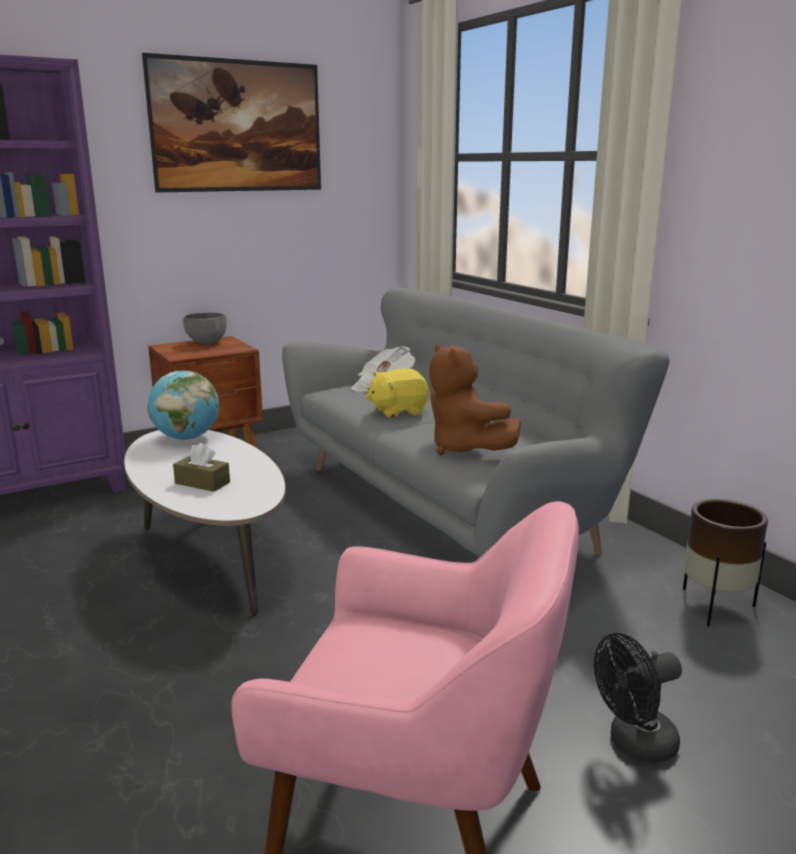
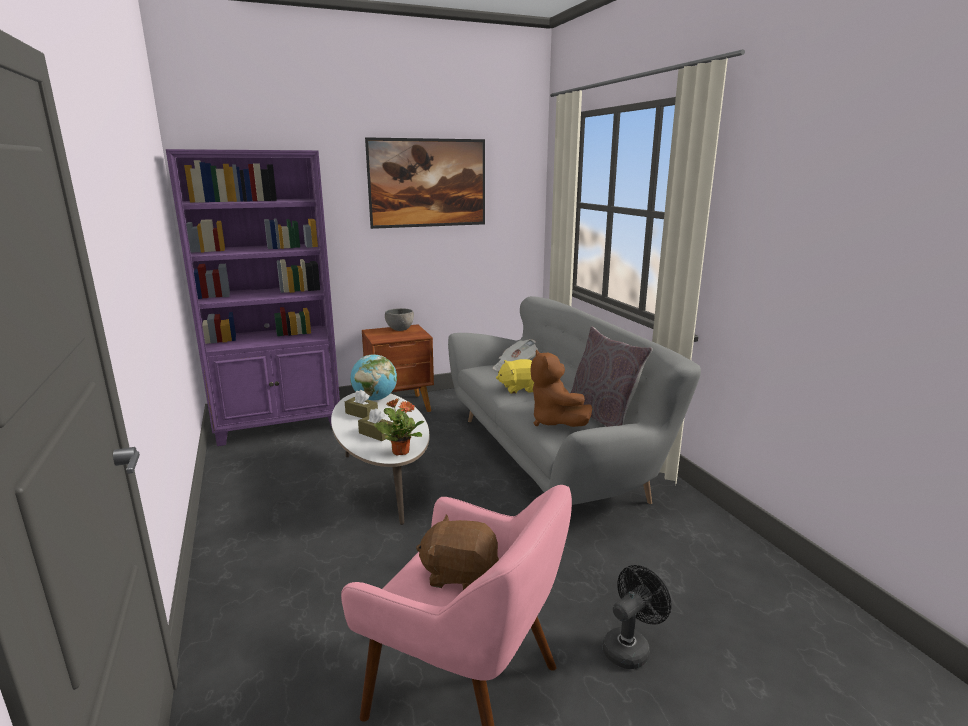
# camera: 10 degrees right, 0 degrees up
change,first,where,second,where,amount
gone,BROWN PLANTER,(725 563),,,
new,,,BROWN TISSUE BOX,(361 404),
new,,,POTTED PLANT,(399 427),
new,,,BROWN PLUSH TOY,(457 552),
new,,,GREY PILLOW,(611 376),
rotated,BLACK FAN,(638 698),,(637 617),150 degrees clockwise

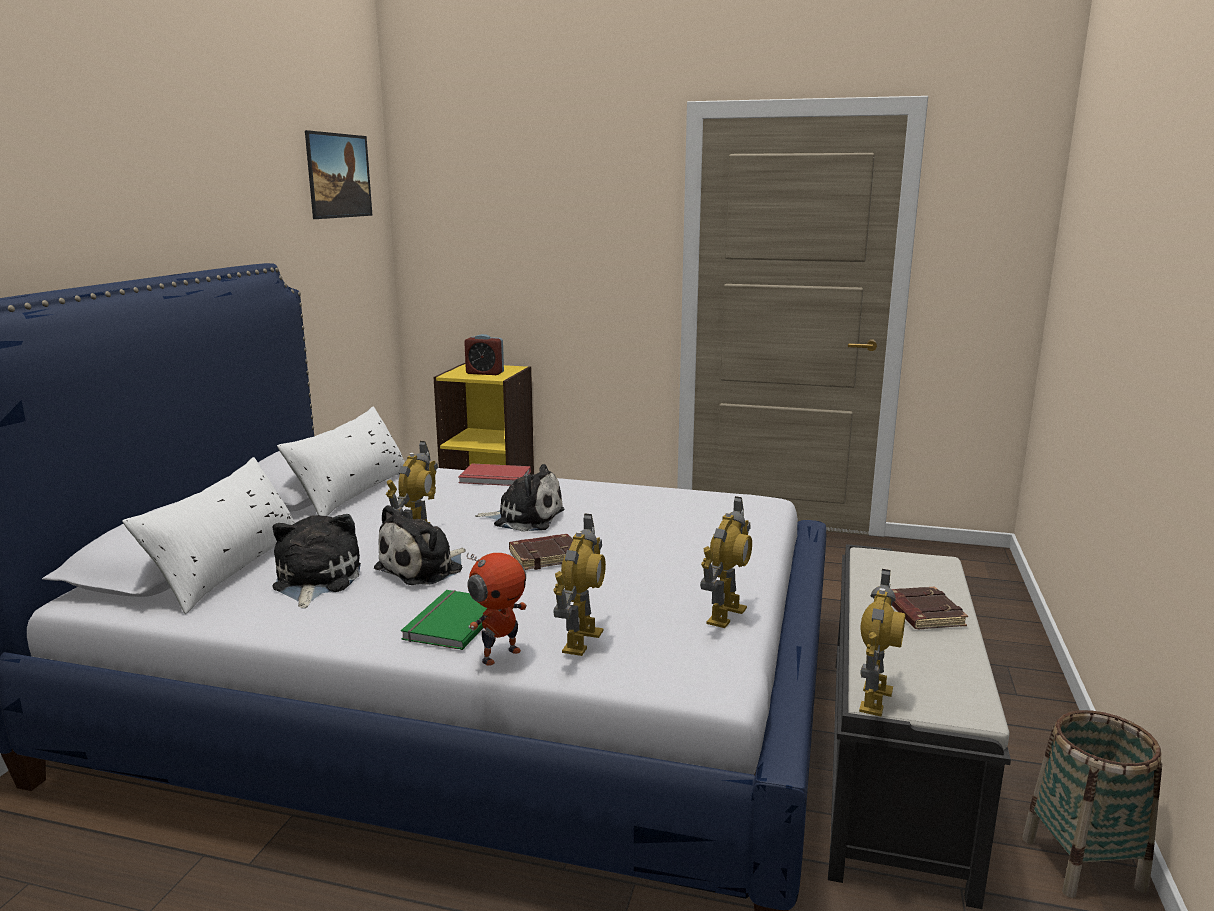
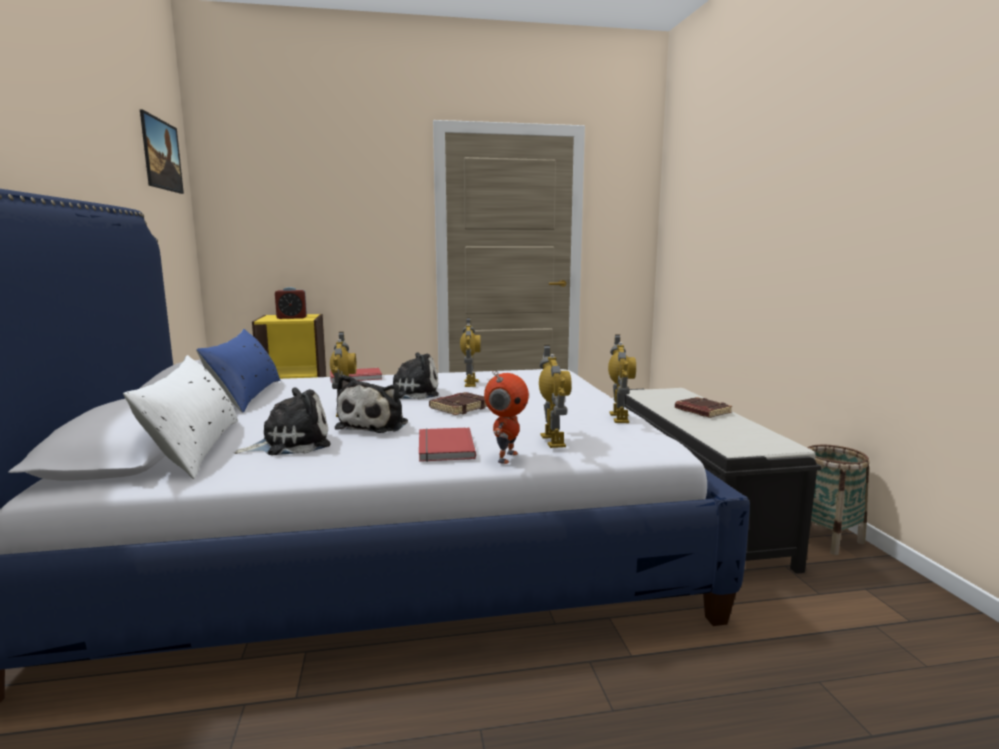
# camera: 25 degrees left, 5 degrees down
change,first,where,second,where,amount
shifted,TOY ROBOT,(882 643),,(470 352),
repainted,WHITE PILLOW,(341 461),BLUE PILLOW,(238 371),
repainted,GREEN BOOK,(444 620),RED BOOK,(447 444),
rotated,PLUSH TOY,(316 561),,(282 421),90 degrees clockwise

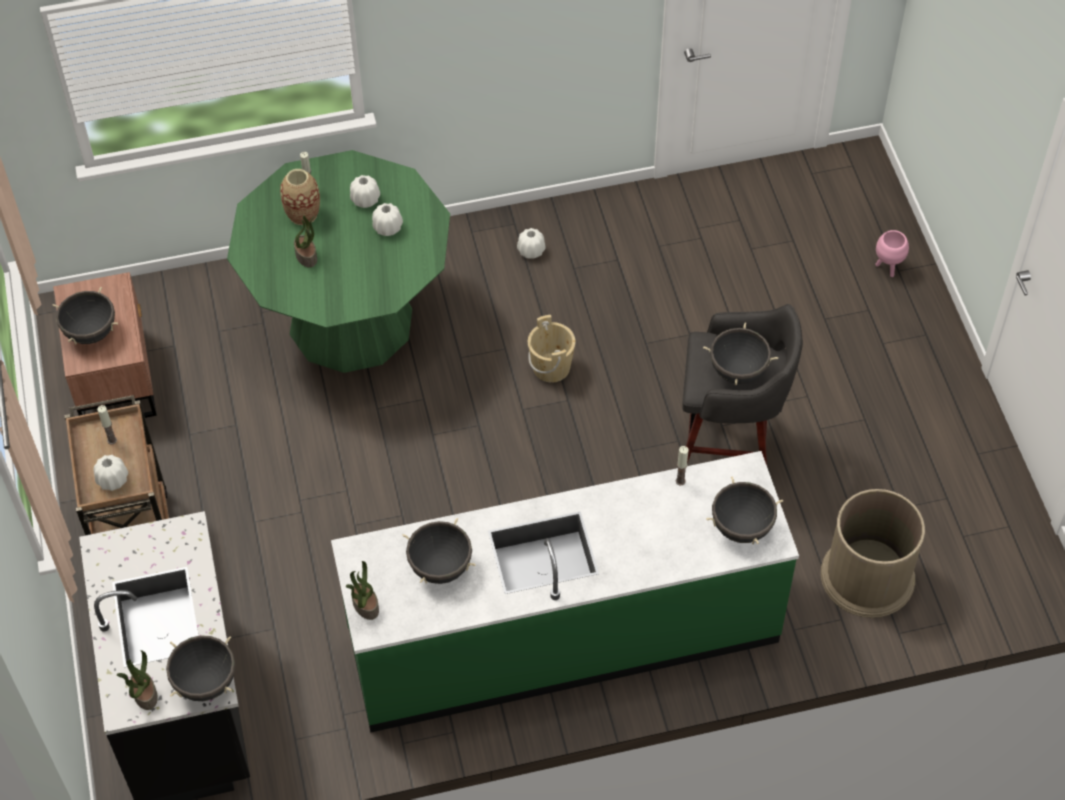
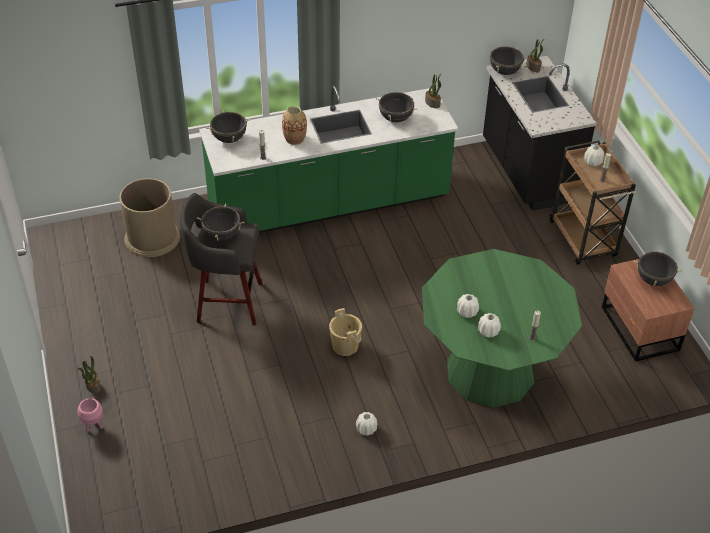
# camera: 175 degrees right, 10 degrees down
change,first,where,second,where,amount
shifted,VASE,(300 197),,(294 125),
shifted,POTTED PLANT,(305 241),,(89 375),

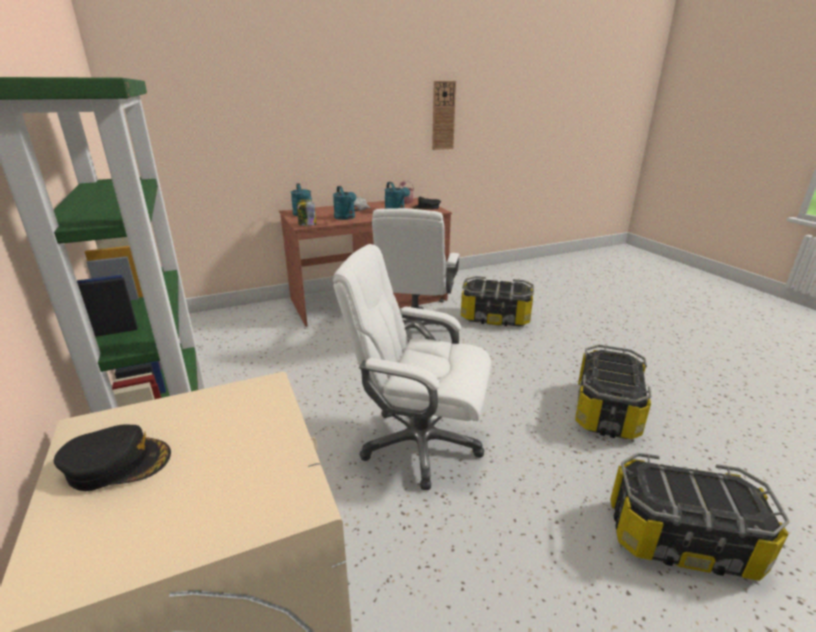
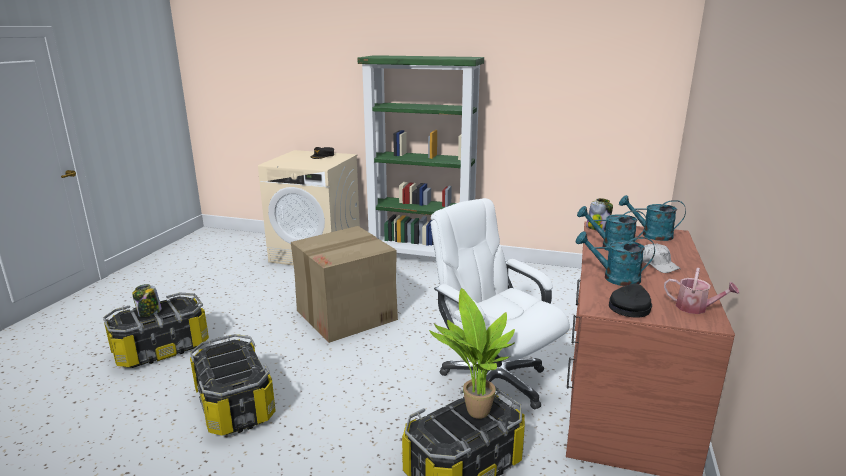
# camera: 130 degrees right, 5 degrees down
change,first,where,second,where,amount
gone,WALL CLOCK,(444 115),,,
new,,,JAR,(147 300),
new,,,POTTED PLANT,(472 353),
swapped,WHITE OFFICE CHAIR,(412 367),CARDBOARD BOX,(344 284),

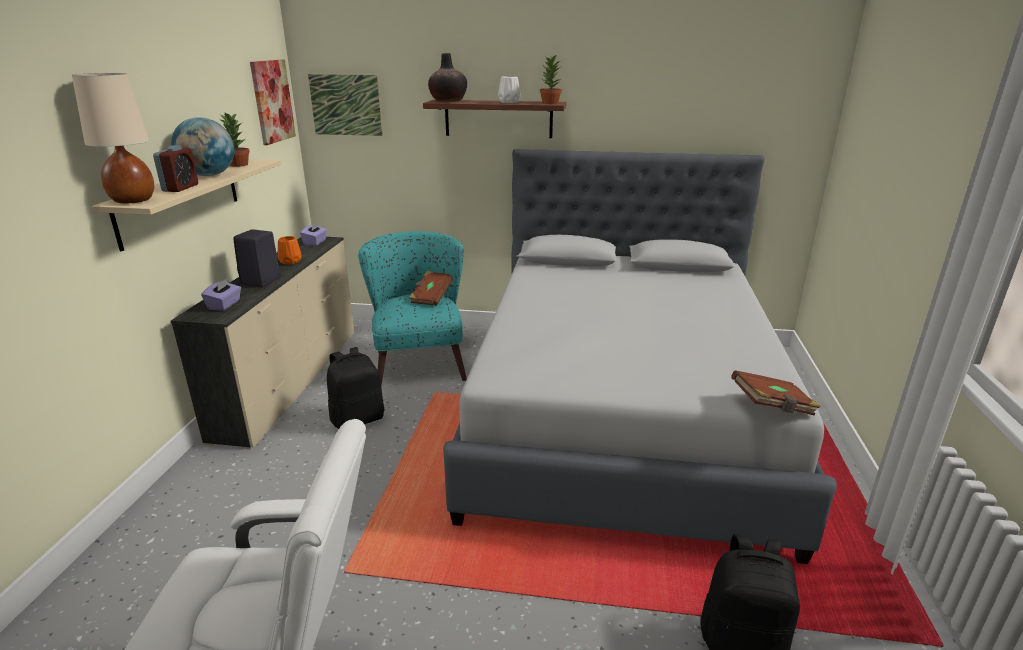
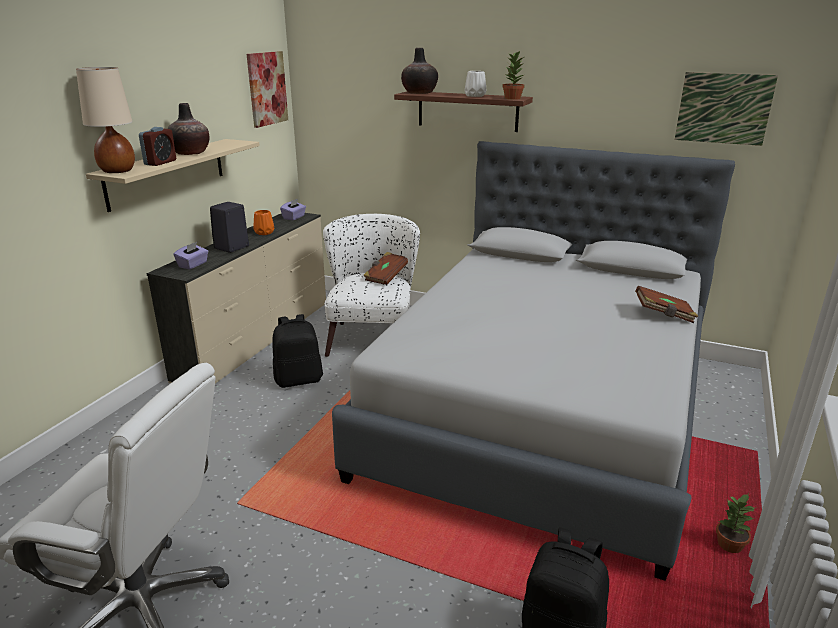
# camera: 15 degrees right, 0 degrees up
change,first,where,second,where,amount
shifted,POTTED PLANT,(235 140),,(735 523),
shifted,PICTURE,(345 105),,(726 109),
shifted,BROWN BOOK,(776 393),,(666 304),
swapped,GLOBE,(202 146),VASE,(188 129),
repainted,TURQUOISE ARMCHAIR,(412 308),WHITE ARMCHAIR,(371 285),

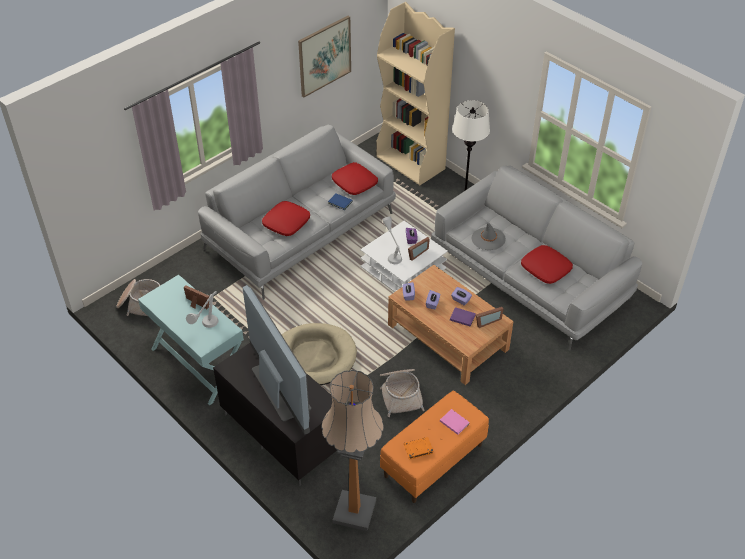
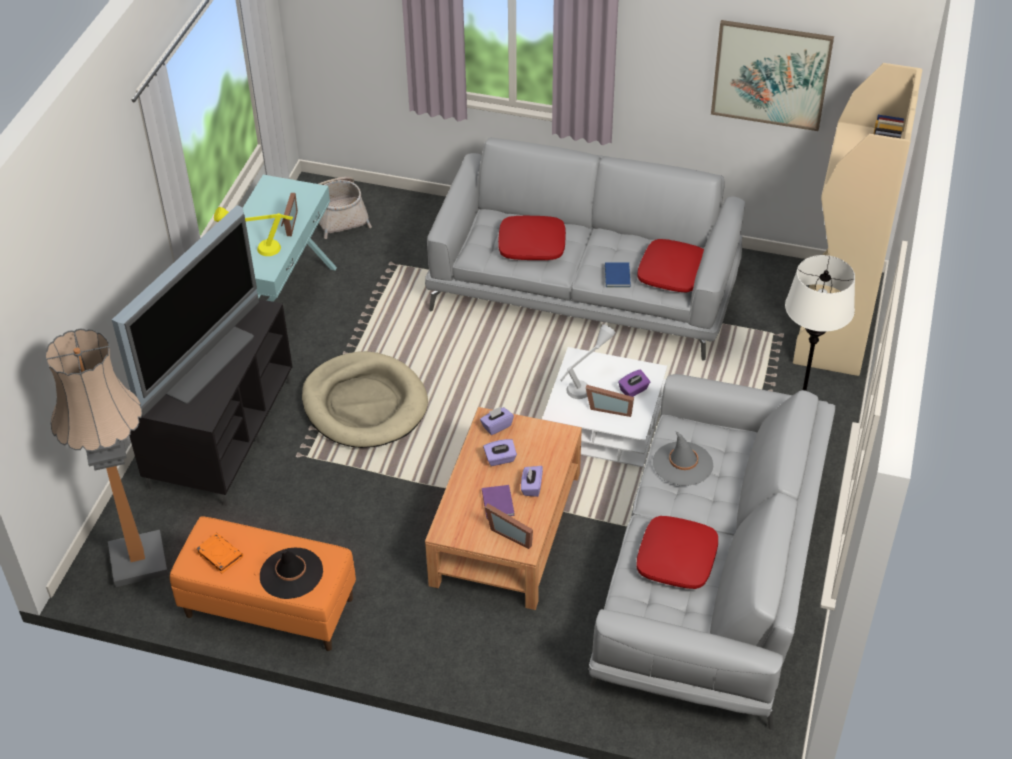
# camera: 60 degrees right, 0 degrees up
change,first,where,second,where,amount
gone,BASKET,(402 393),,,
swapped,PINK BOOK,(455 422),BLACK HAT,(291 573),
repainted,GREY TABLE LAMP,(202 309),YELLOW TABLE LAMP,(253 231),

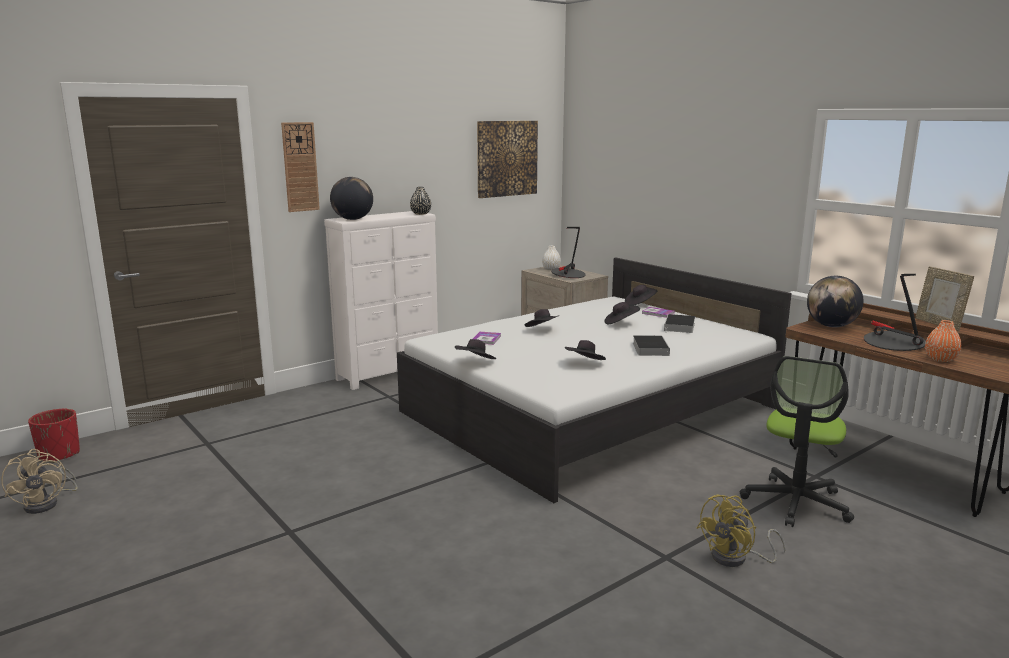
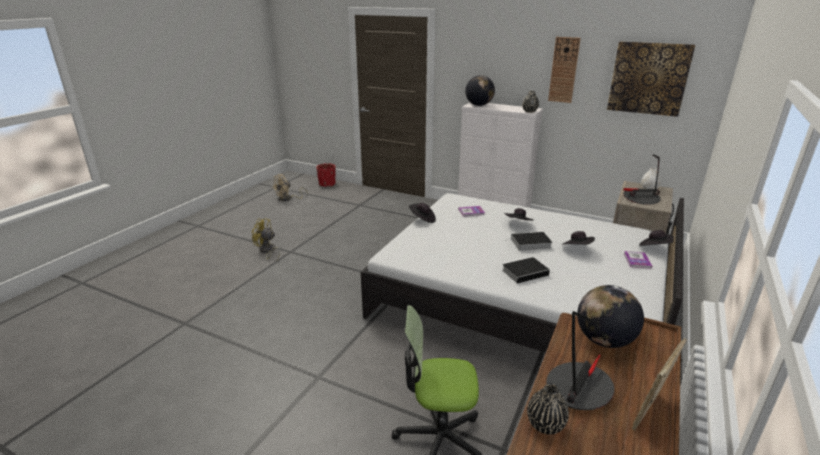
# camera: 65 degrees right, 10 degrees up
change,first,where,second,where,amount
gone,BLACK HAT,(585 350),,,
shifted,WALL CLOCK,(300 167),,(564 70),
shifted,BOOK,(679 323),,(529 241),
shifted,YELLOW FAN,(741 530),,(265 240),
repainted,ORANGE VASE,(943 341),BLACK VASE,(548 409),

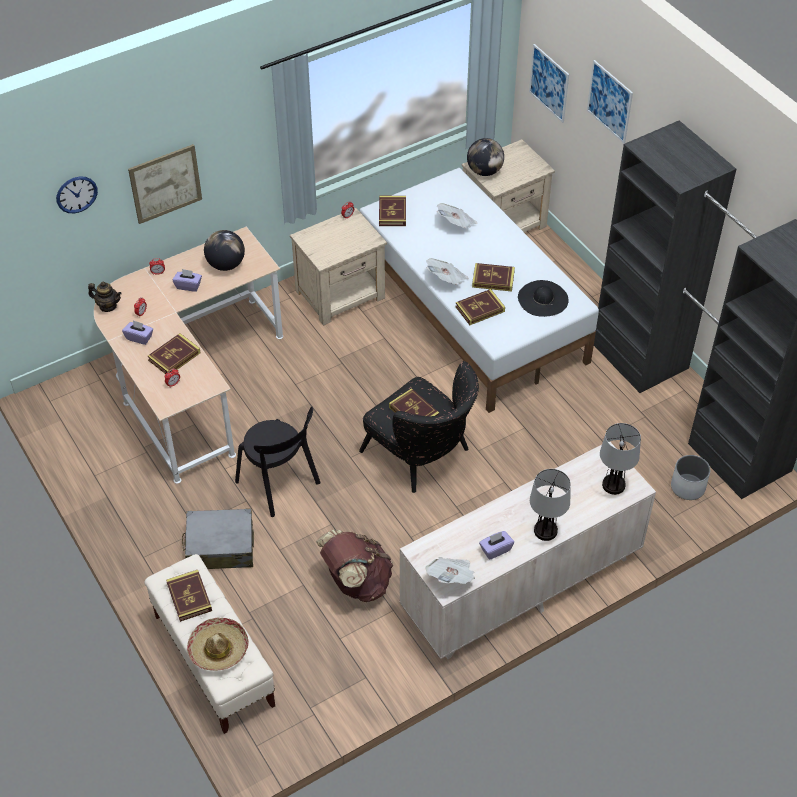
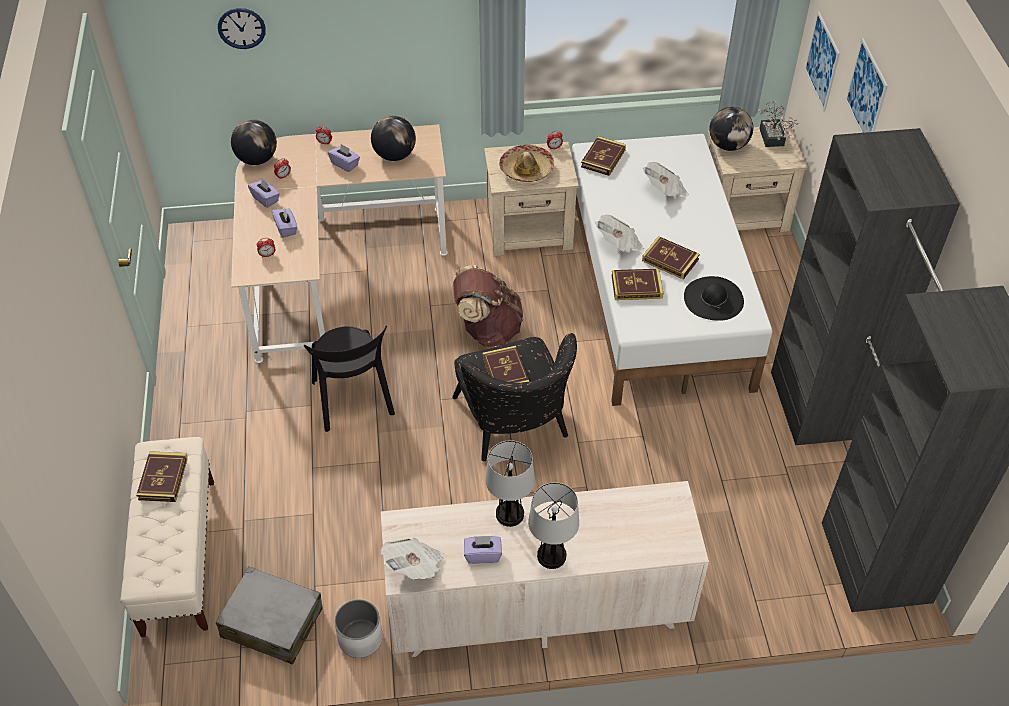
# camera: 25 degrees right, 0 degrees up
change,first,where,second,where,amount
gone,PICTURE,(165 184),,,
new,,,POTTED PLANT,(778 124),
shifted,GREY SUITCASE,(218 538),,(269 616),
shifted,HAT,(218 644),,(526 163),
shifted,BROWN BACKPACK,(354 566),,(488 306),
shifted,TABLE LAMP,(620 459),,(510 483),
shifted,WHITE PLANTER,(690 477),,(358 628),
swapped,TEAPOT,(105 297),GLOBE,(254 142),
swapped,BOOK,(174 353),PURPLE TISSUE BOX,(284 223),

